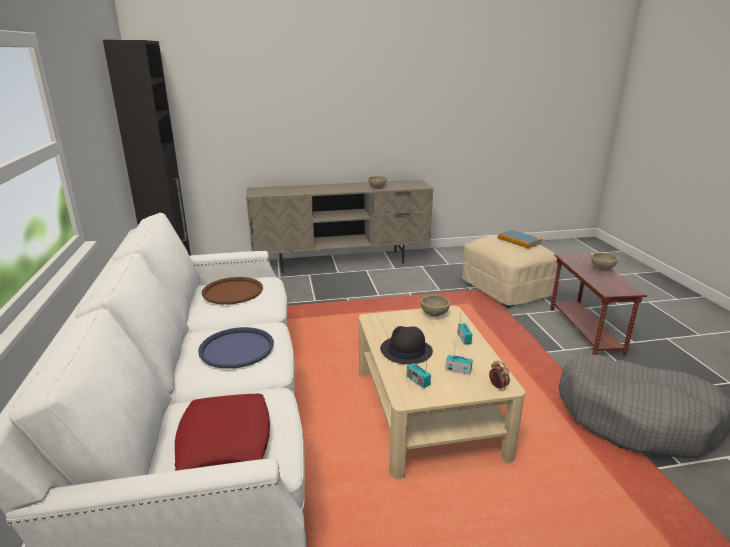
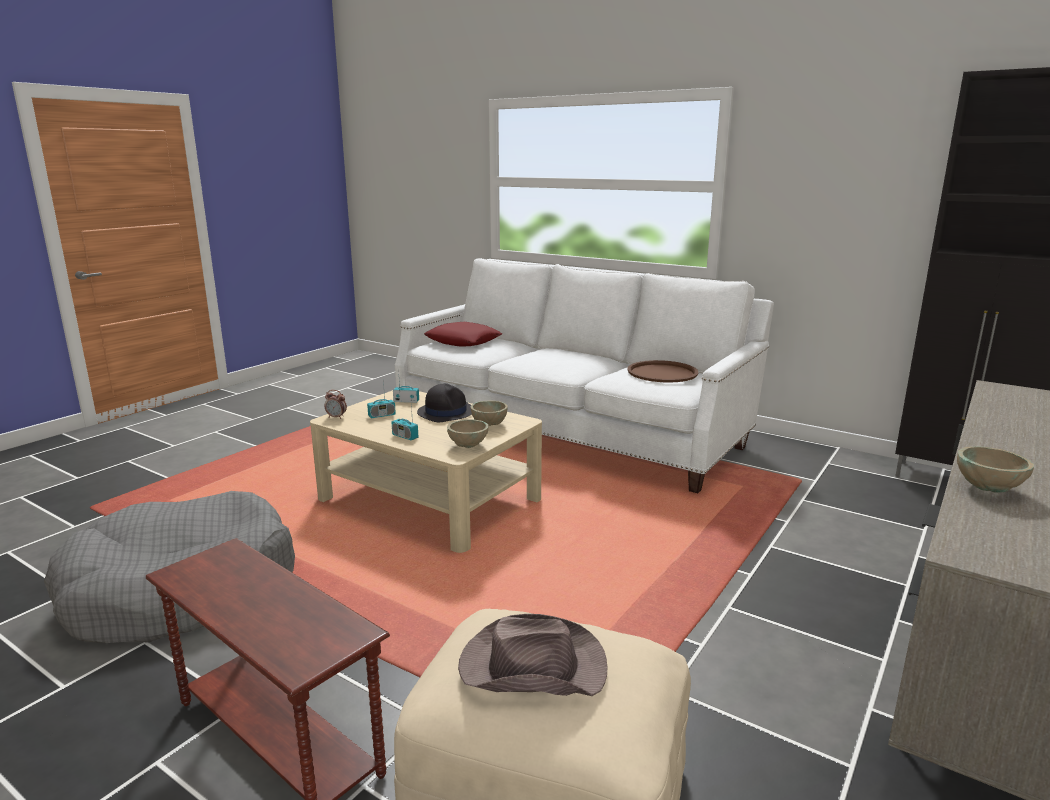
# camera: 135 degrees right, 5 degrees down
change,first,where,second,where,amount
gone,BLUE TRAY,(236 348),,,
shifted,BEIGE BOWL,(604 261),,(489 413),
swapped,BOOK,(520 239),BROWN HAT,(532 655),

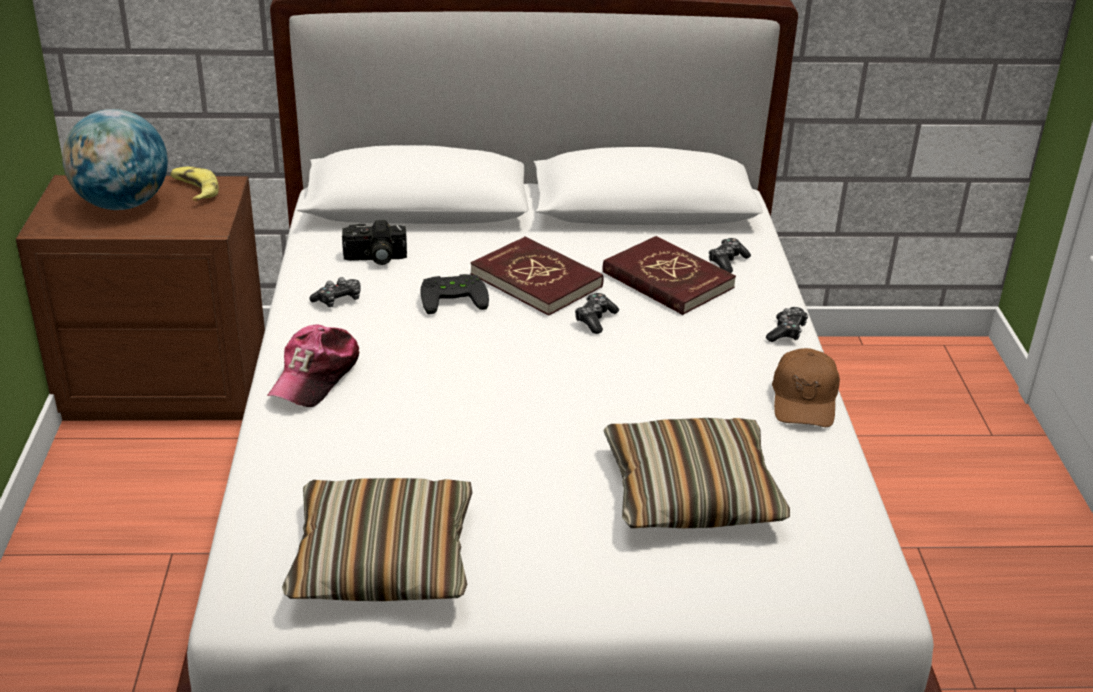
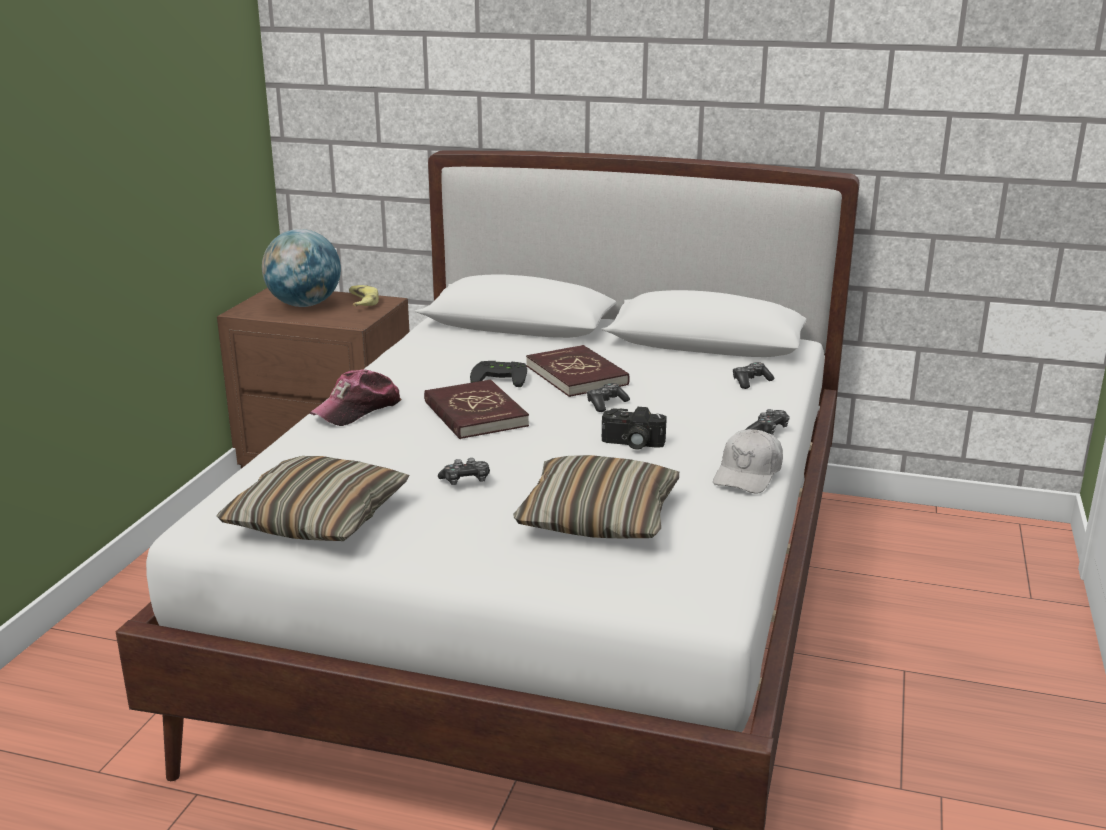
# camera: 20 degrees right, 10 degrees down
change,first,where,second,where,amount
shifted,GAME CONTROLLER,(335 292),,(464 471),
shifted,PHOTO CAMERA,(374 242),,(634 428),
shifted,RED BOOK,(669 275),,(476 409),
repainted,BROWN CAP,(806 387),WHITE CAP,(748 461),

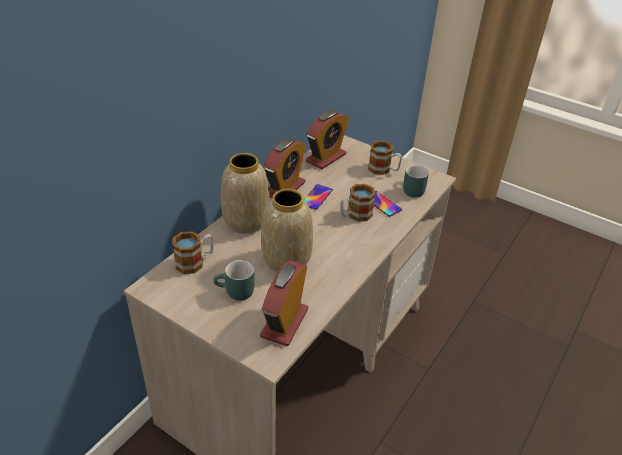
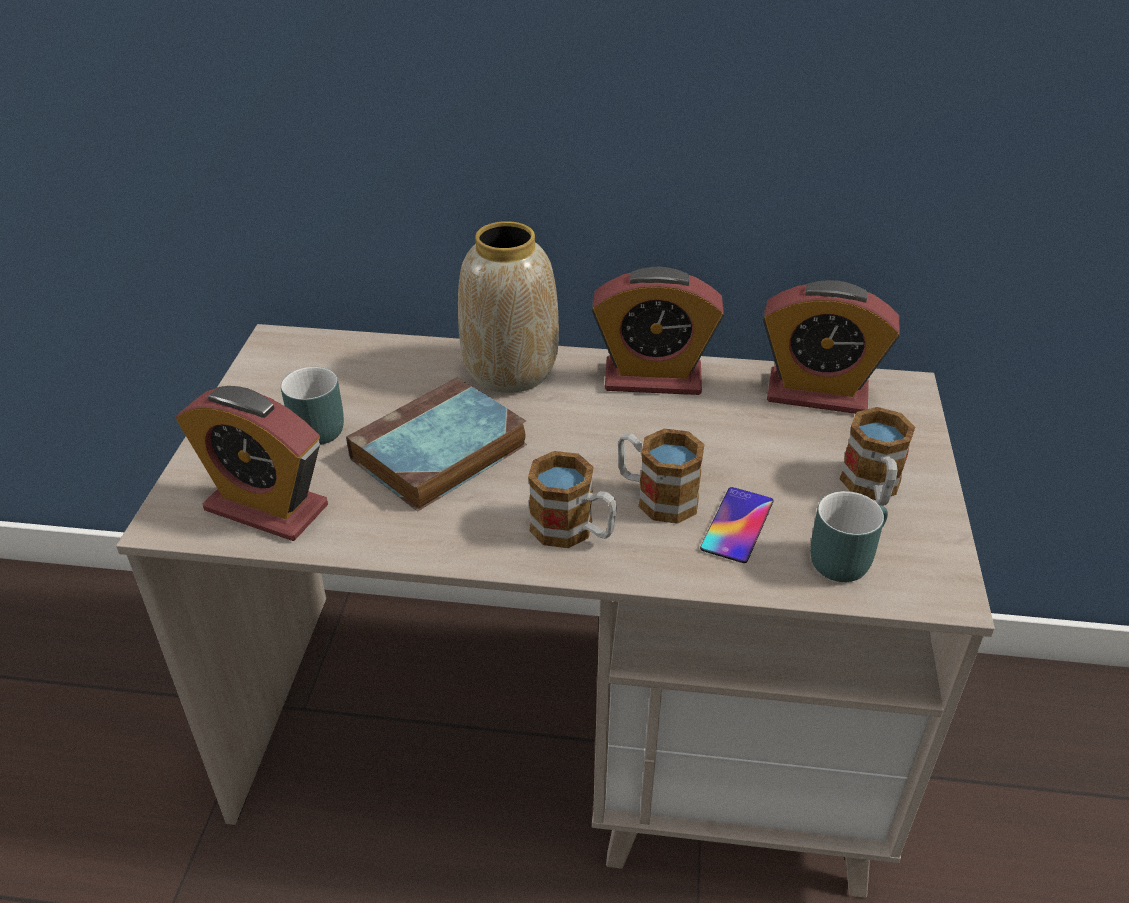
# camera: 65 degrees right, 0 degrees up
change,first,where,second,where,amount
gone,PHONE,(318 197),,,
shifted,MUG,(192 252),,(572 499),
swapped,VASE,(287 230),BOOK,(436 444),
rotated,ALARM CLOCK,(284 303),,(252 463),150 degrees counterclockwise

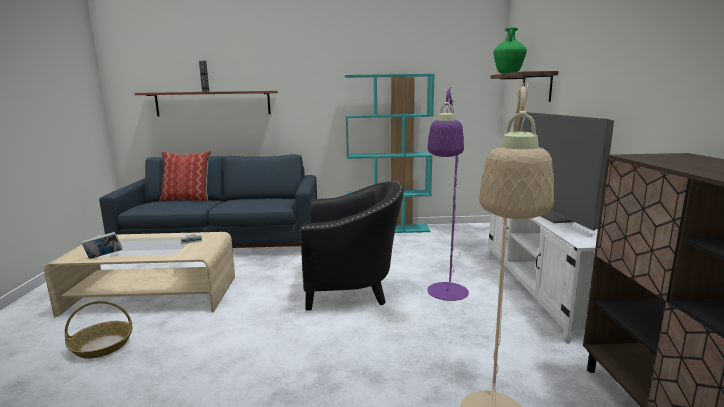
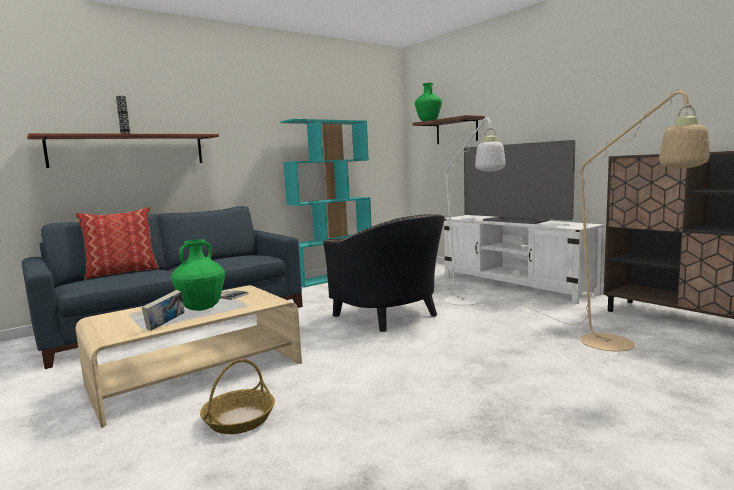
# camera: 35 degrees left, 5 degrees down
change,first,where,second,where,amount
new,,,GREEN VASE,(198 275),
repainted,PURPLE FLOOR LAMP,(448 194),WHITE FLOOR LAMP,(470 210),
rotated,BLACK ARMCHAIR,(352 245),,(384 273),90 degrees clockwise

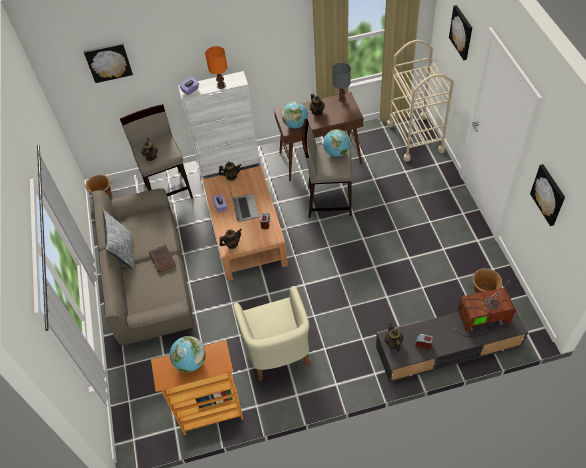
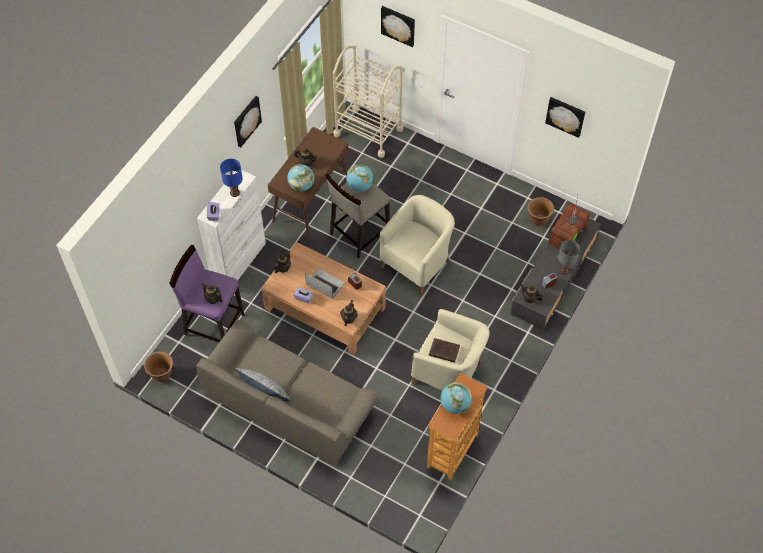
# camera: 50 degrees left, 5 degrees up
change,first,where,second,where,amount
new,,,BEIGE ARMCHAIR,(417 245),
shifted,PICTURE,(108 62),,(248 122),
shifted,BROWN BOOK,(162 258),,(444 350),
shifted,GREY TABLE LAMP,(341 82),,(569 257),
repainted,BEIGE STOOL,(156 151),PURPLE STOOL,(206 293),
repainted,ORANGE TABLE LAMP,(216 67),BLUE TABLE LAMP,(231 178),

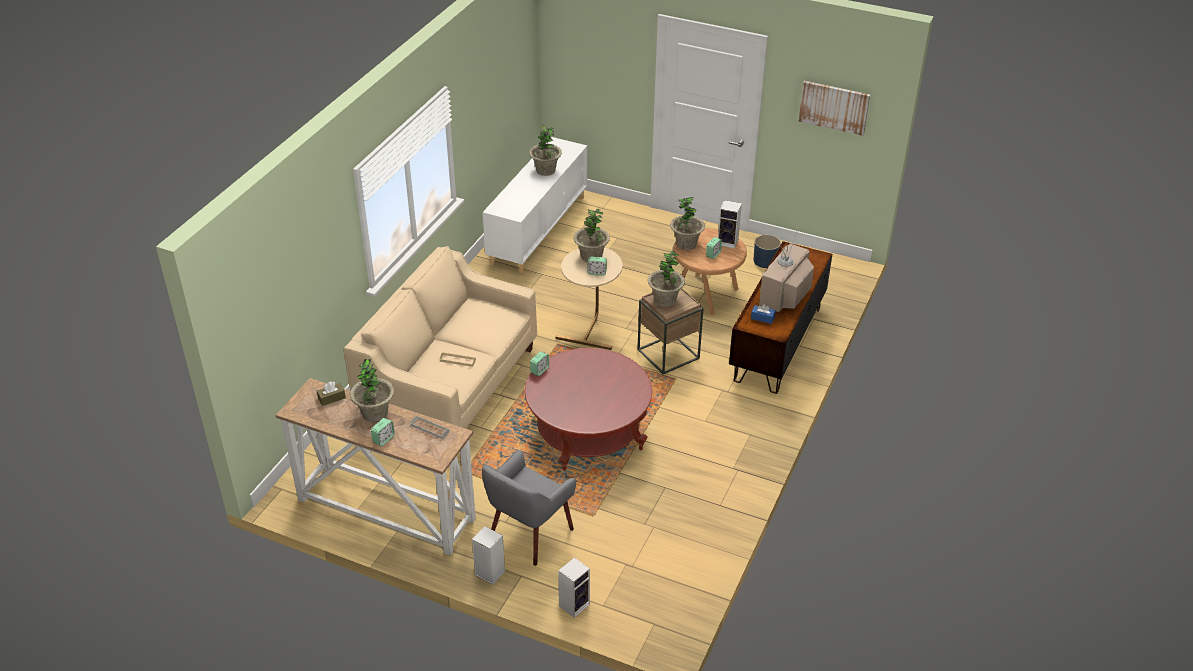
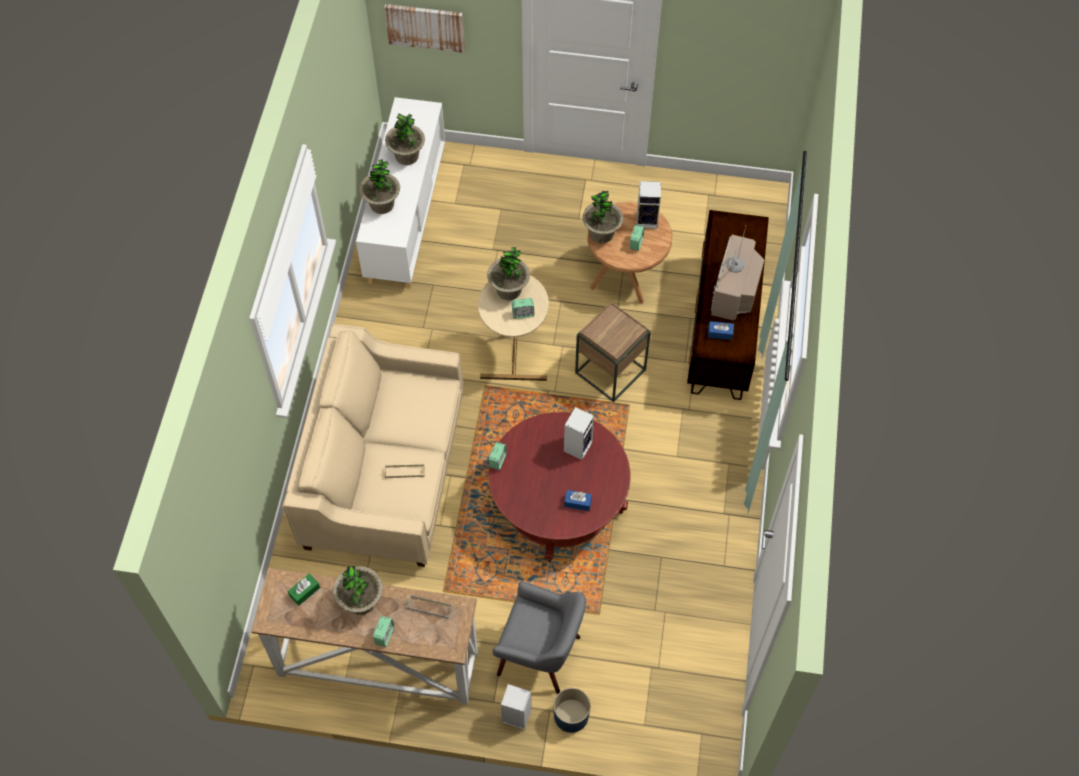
# camera: 15 degrees left, 20 degrees up
change,first,where,second,where,amount
new,,,BLUE TISSUE BOX,(578 500),
shifted,SPEAKER,(574 587),,(579 433),
shifted,POTTED PLANT,(666 279),,(379 186),
shifted,BLUE PLANTER,(767 251),,(572 710),
shifted,PICTURE,(834 108),,(424 28),
repainted,BROWN TISSUE BOX,(331 394),GREEN TISSUE BOX,(304 590),
rotated,GREY ARMCHAIR,(529 508),,(539 637),90 degrees counterclockwise

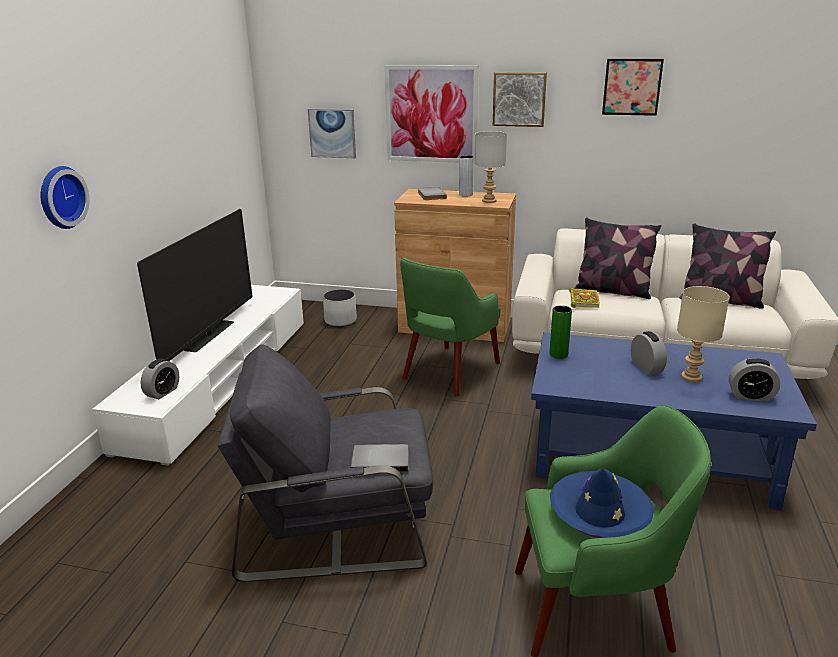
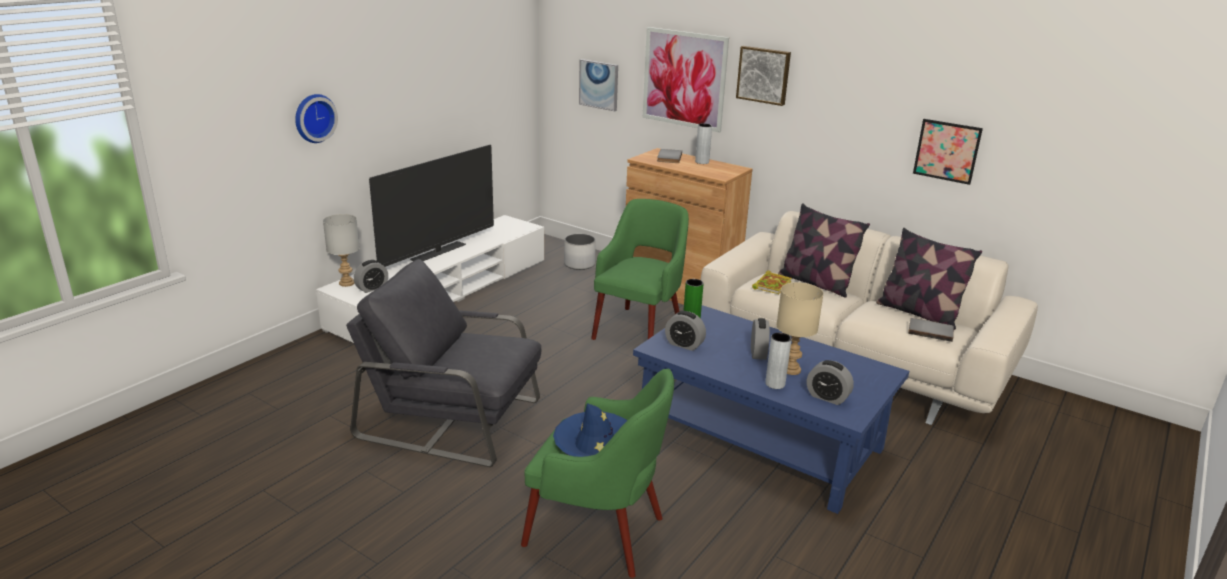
# camera: 20 degrees right, 0 degrees up
change,first,where,second,where,amount
new,,,ALARM CLOCK,(685 331),
new,,,GREY VASE,(778 361),
shifted,GREY BOOK,(379 458),,(931 330),
shifted,GREY TABLE LAMP,(491 167),,(341 250),
shifted,PICTURE,(633 87),,(948 152),
rotated,GREEN ARMCHAIR,(450 327),,(640 269),150 degrees clockwise

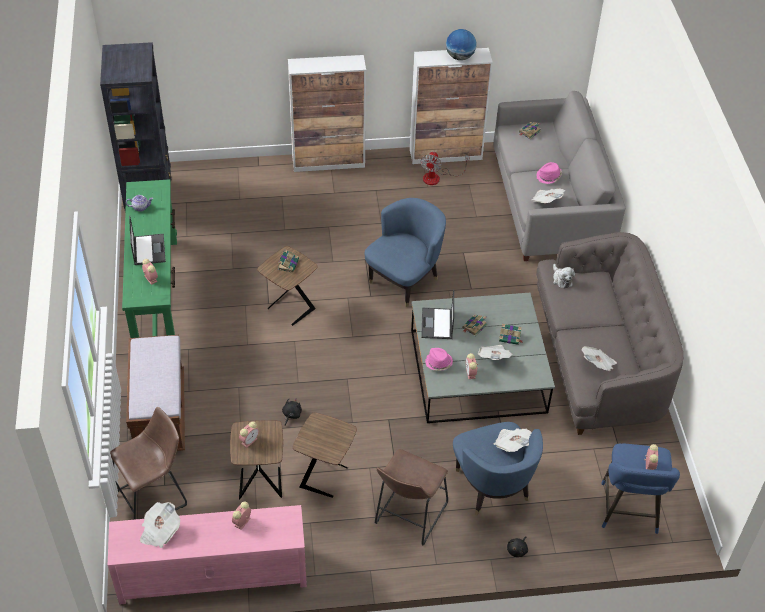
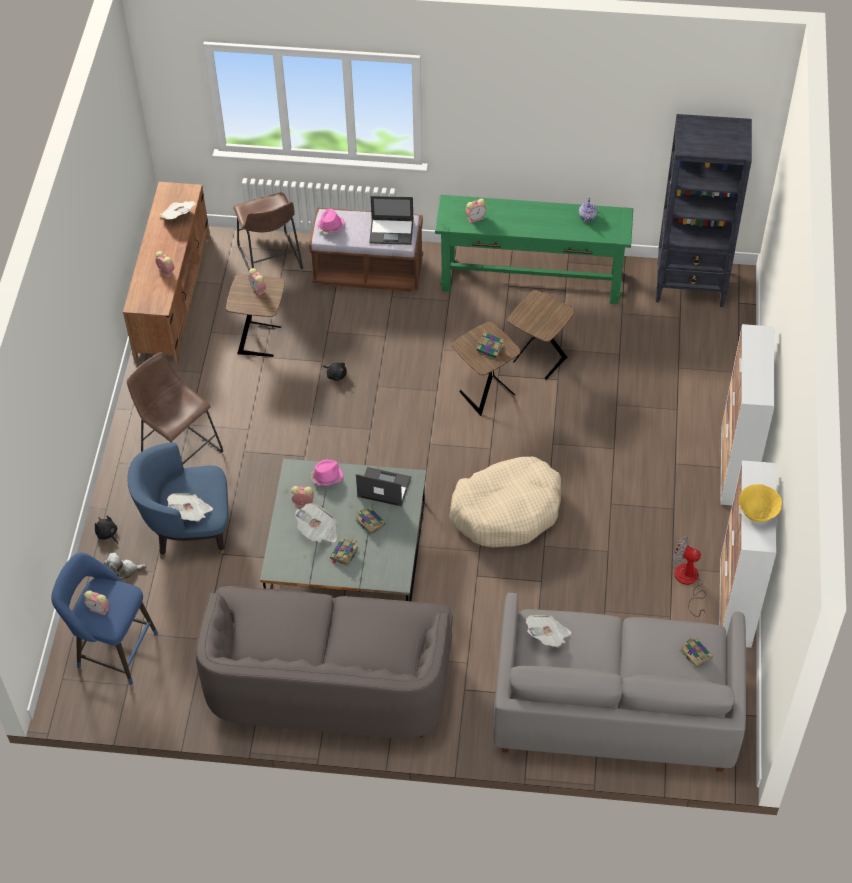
# camera: 105 degrees right, 5 degrees up
change,first,where,second,where,amount
gone,NEWSPAPER,(599 358),,,
shifted,LAPTOP,(147 240),,(391 220),
shifted,BROWN SIDE TABLE,(325 455),,(541 335),
shifted,PINK HAT,(549 173),,(330 221),
shifted,PLUSH TOY,(564 276),,(125 567),
swapped,BLUE ARMCHAIR,(405 252),BEIGE DOG BED,(505 502),
swapped,GLOBE,(461 44),YELLOW BOWL,(760 503),
repainted,PINK TV STAND,(207 555),BROWN TV STAND,(166 273),

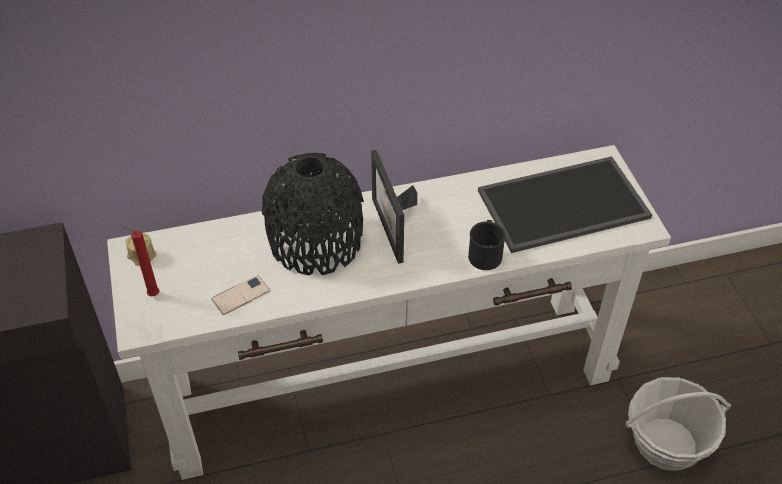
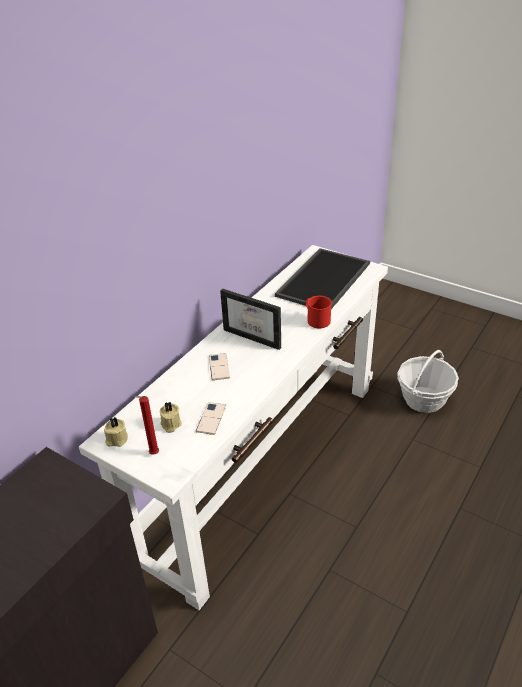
# camera: 40 degrees left, 10 degrees down
change,first,where,second,where,amount
new,,,BEIGE CANDLE,(171 417),
swapped,BLACK VASE,(313 213),PHONE,(219 366),
repainted,BLACK MUG,(487 245),RED MUG,(319 312),

